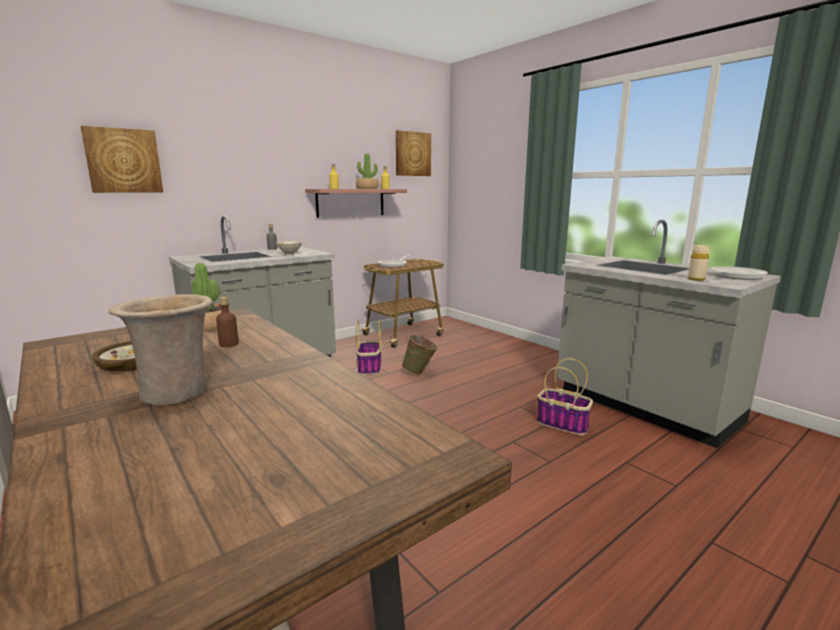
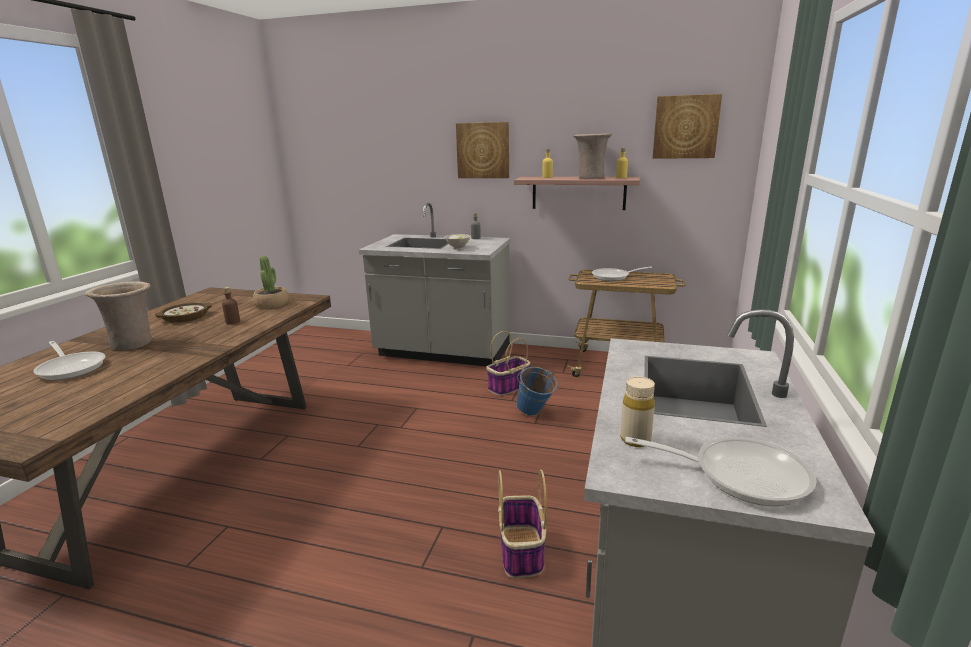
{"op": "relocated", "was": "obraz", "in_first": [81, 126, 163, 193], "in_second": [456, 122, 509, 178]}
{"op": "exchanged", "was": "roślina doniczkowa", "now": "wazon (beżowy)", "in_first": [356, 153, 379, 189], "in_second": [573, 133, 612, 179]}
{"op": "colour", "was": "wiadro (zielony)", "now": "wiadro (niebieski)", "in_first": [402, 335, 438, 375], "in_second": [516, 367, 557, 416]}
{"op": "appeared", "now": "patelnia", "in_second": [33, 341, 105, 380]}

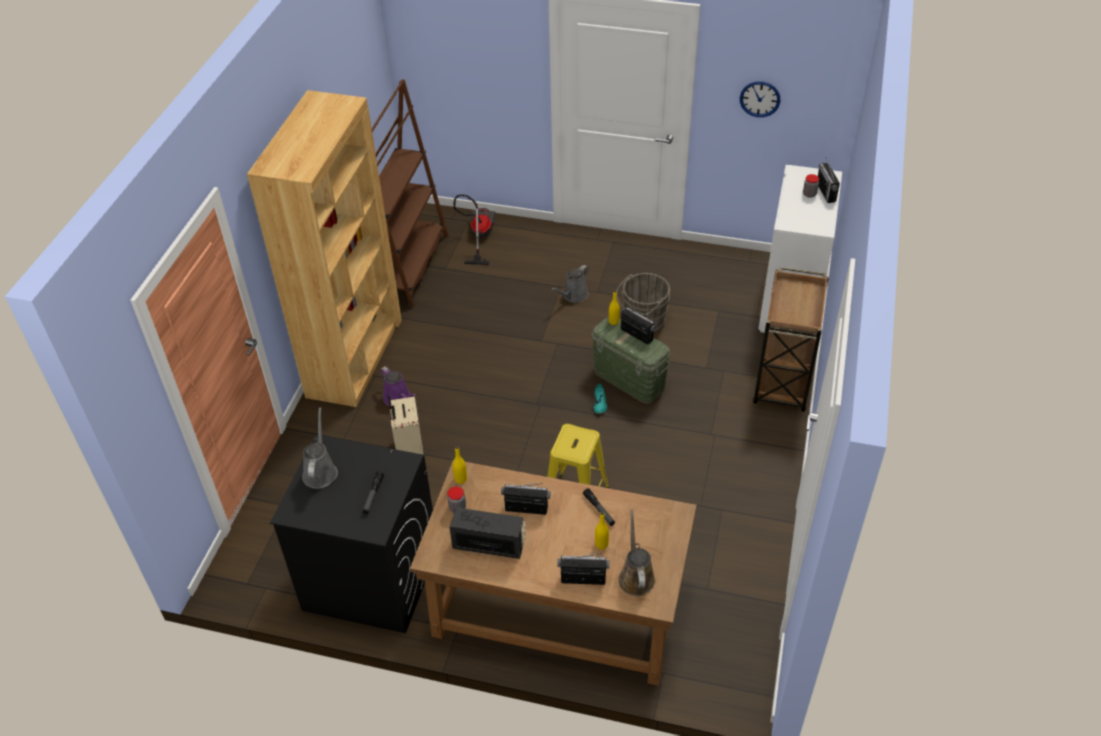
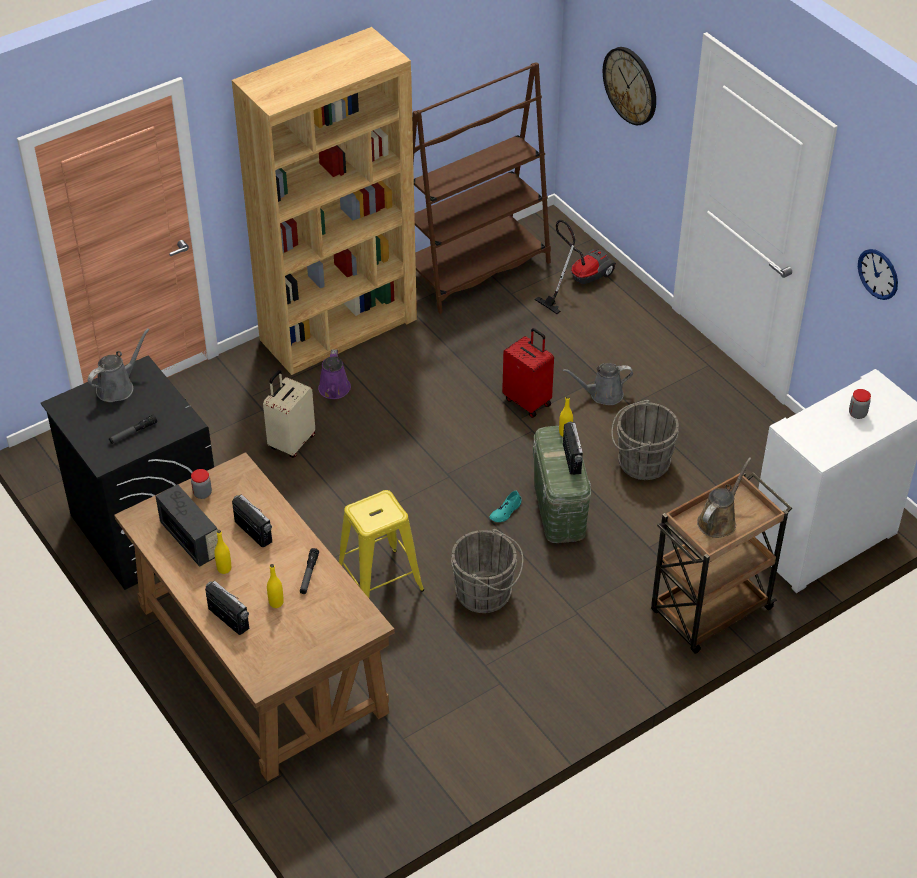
{"op": "missing", "was": "radio", "in_first": [818, 157, 840, 203]}
{"op": "relocated", "was": "butelka (żółty)", "in_first": [453, 446, 467, 484], "in_second": [214, 530, 231, 574]}
{"op": "relocated", "was": "konewka (brązowy)", "in_first": [618, 509, 655, 596], "in_second": [697, 457, 752, 538]}
{"op": "appeared", "now": "zegar ścienny", "in_second": [603, 47, 656, 125]}
{"op": "appeared", "now": "walizka (czerwony)", "in_second": [502, 328, 554, 418]}
{"op": "appeared", "now": "wiadro (szary)", "in_second": [451, 529, 523, 613]}

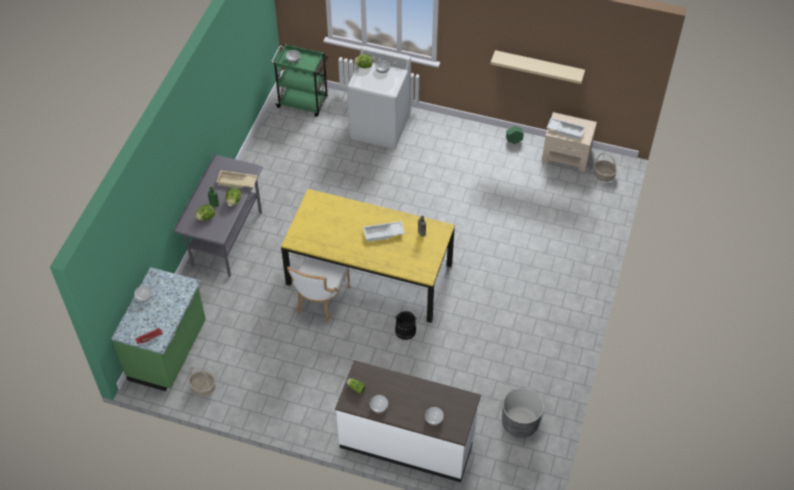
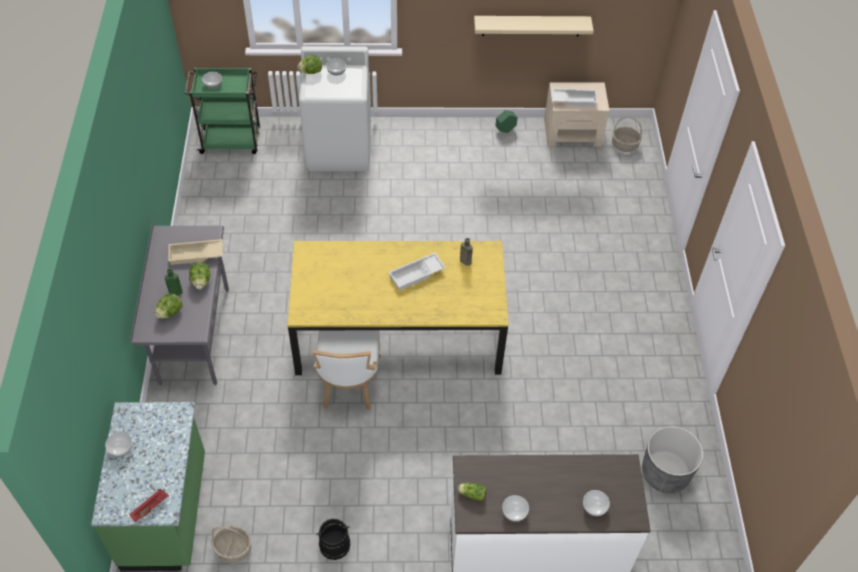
{"op": "relocated", "was": "wiadro (czarny)", "in_first": [395, 311, 417, 340], "in_second": [316, 519, 350, 560]}

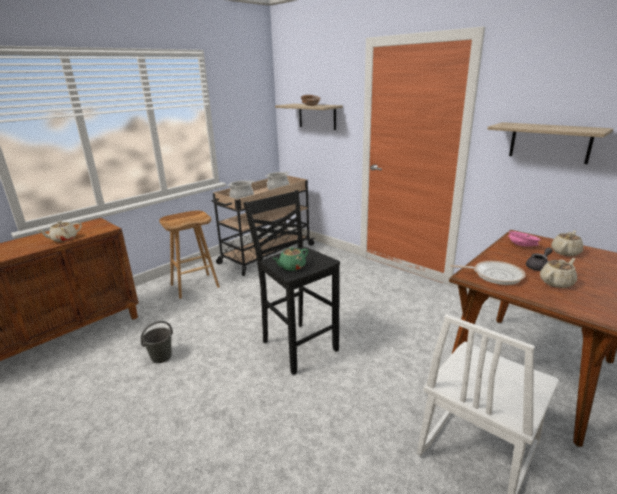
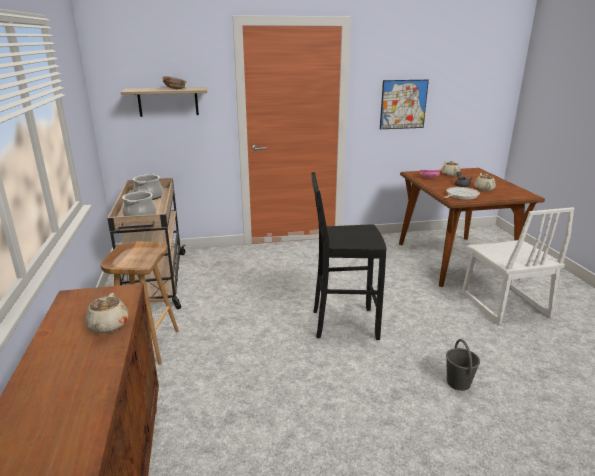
{"op": "exchanged", "was": "półka", "now": "obraz", "in_first": [487, 122, 613, 164], "in_second": [380, 80, 429, 129]}
{"op": "missing", "was": "imbryk (zielony)", "in_first": [273, 247, 308, 271]}
{"op": "relocated", "was": "wiadro (szary)", "in_first": [140, 321, 173, 363], "in_second": [446, 339, 480, 391]}

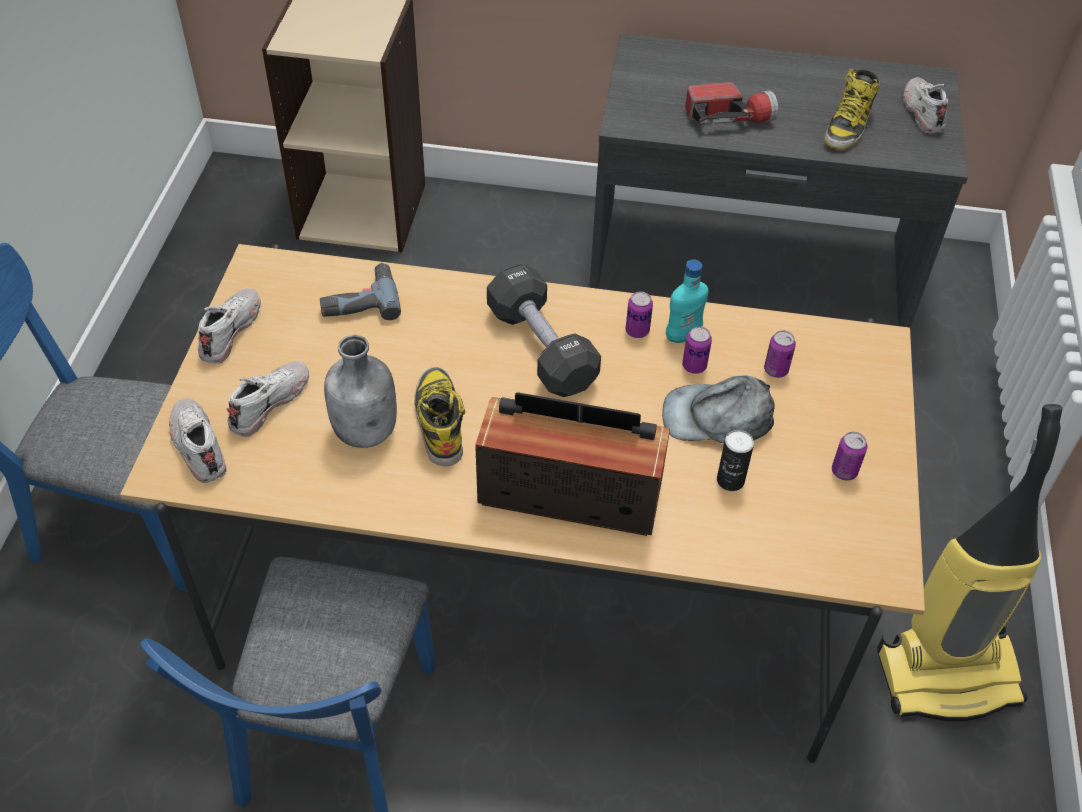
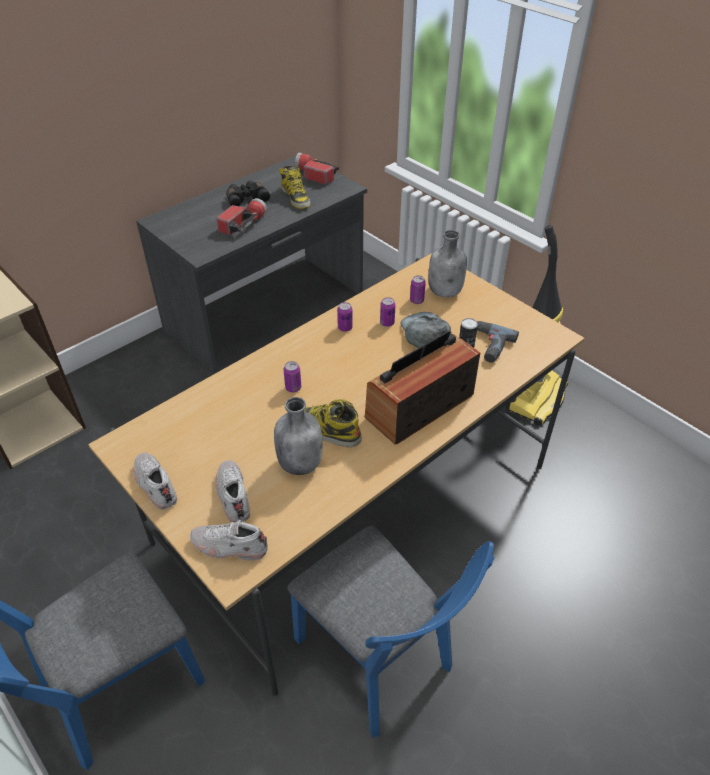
{"op": "exchanged", "was": "but (biały)", "now": "latarka", "in_first": [903, 77, 948, 133], "in_second": [295, 153, 339, 185]}
{"op": "missing", "was": "butelka (turkusowy)", "in_first": [666, 259, 709, 343]}
{"op": "relocated", "was": "wiertarka", "in_first": [320, 263, 401, 320], "in_second": [477, 321, 519, 363]}
{"op": "missing", "was": "hantel (czarny)", "in_first": [487, 263, 601, 397]}
{"op": "spun", "was": "czapka z daszkiem (szary)", "in_first": [662, 376, 775, 443], "in_second": [401, 312, 452, 348], "clockwise": 120}
{"op": "relocated", "was": "puszka", "in_first": [832, 432, 867, 481], "in_second": [284, 361, 301, 393]}
{"op": "appeared", "now": "lornetka (czarny)", "in_second": [226, 180, 270, 206]}
{"op": "appeared", "now": "butelka (szary)", "in_second": [428, 230, 467, 297]}

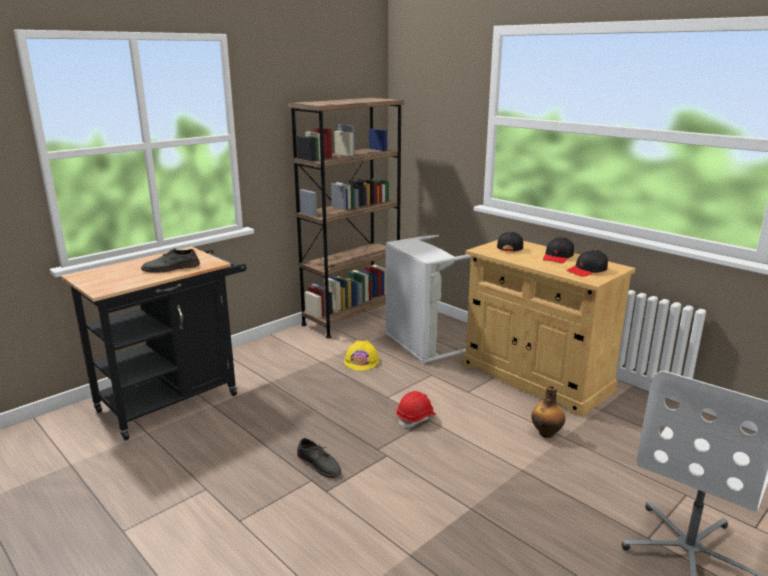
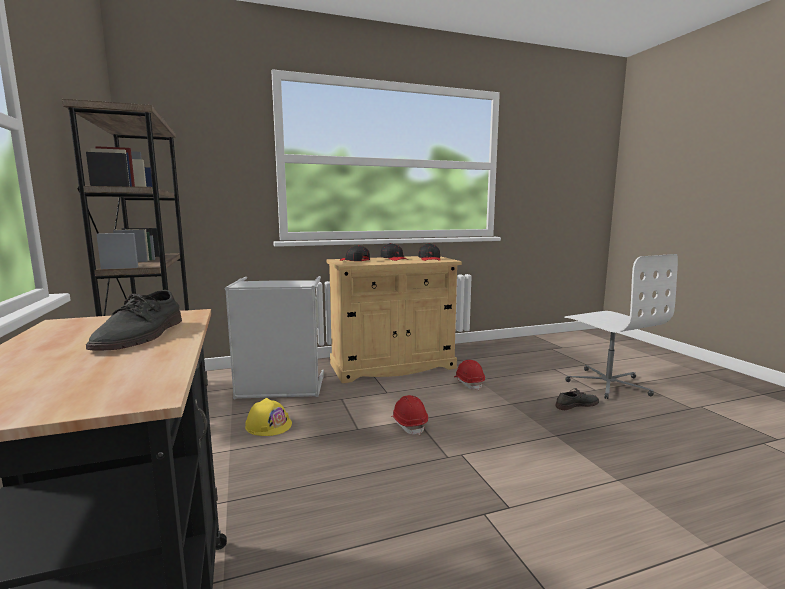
{"op": "exchanged", "was": "butelka", "now": "kask (czerwony)", "in_first": [531, 385, 566, 438], "in_second": [454, 360, 485, 390]}
{"op": "relocated", "was": "but (szary)", "in_first": [297, 438, 341, 478], "in_second": [555, 388, 599, 410]}

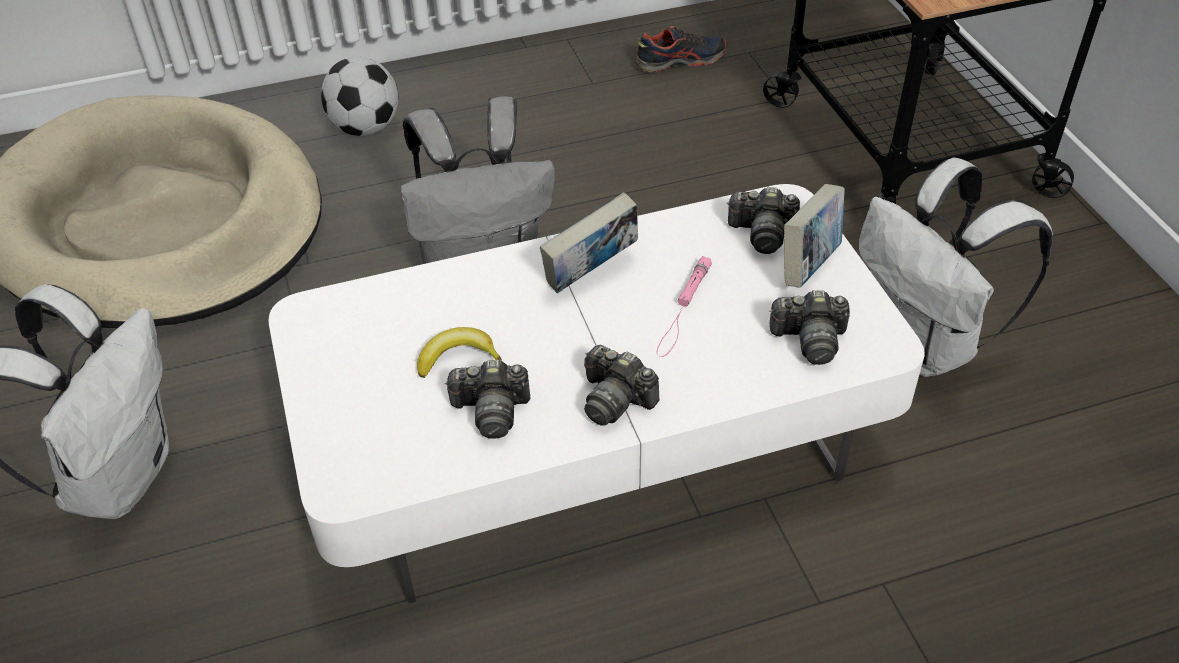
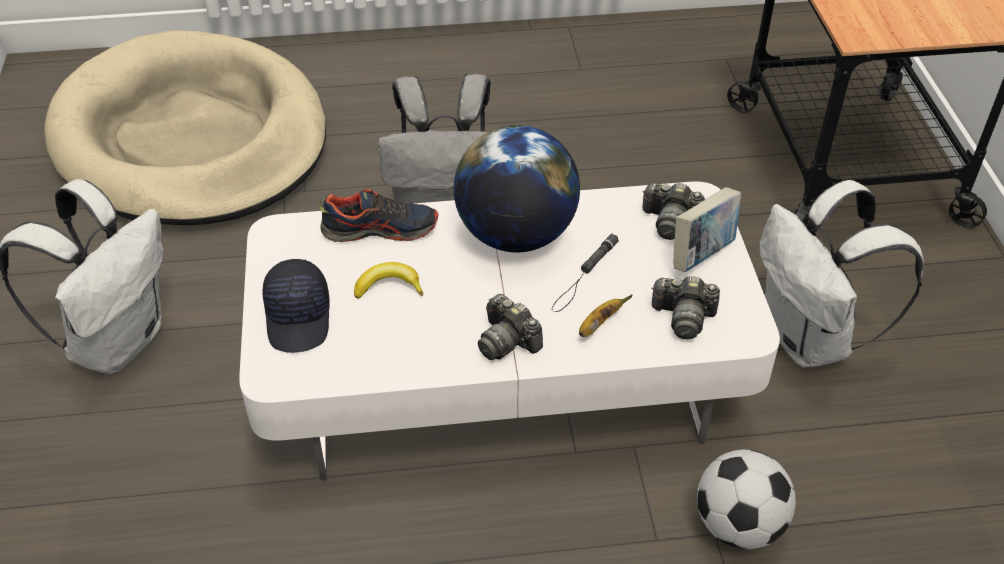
{"op": "relocated", "was": "but", "in_first": [635, 26, 726, 73], "in_second": [319, 189, 439, 242]}
{"op": "relocated", "was": "piłka futbolowa", "in_first": [321, 57, 399, 136], "in_second": [697, 449, 796, 549]}
{"op": "exchanged", "was": "książka", "now": "globus", "in_first": [540, 192, 638, 293], "in_second": [454, 125, 580, 252]}
{"op": "colour", "was": "latarka (różowy)", "now": "latarka (czarny)", "in_first": [657, 256, 712, 357], "in_second": [552, 234, 619, 312]}
{"op": "missing", "was": "aparat fotograficzny", "in_first": [444, 360, 530, 439]}
{"op": "appeared", "now": "czapka z daszkiem (czarny)", "in_second": [262, 259, 330, 353]}
{"op": "appeared", "now": "banan", "in_second": [579, 295, 633, 337]}

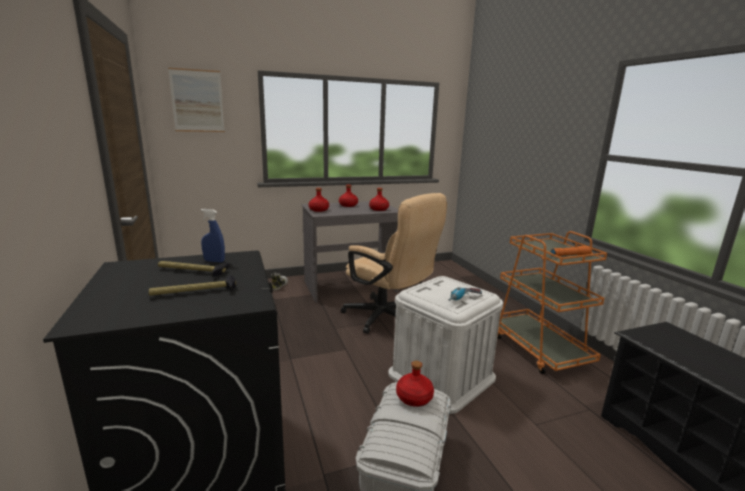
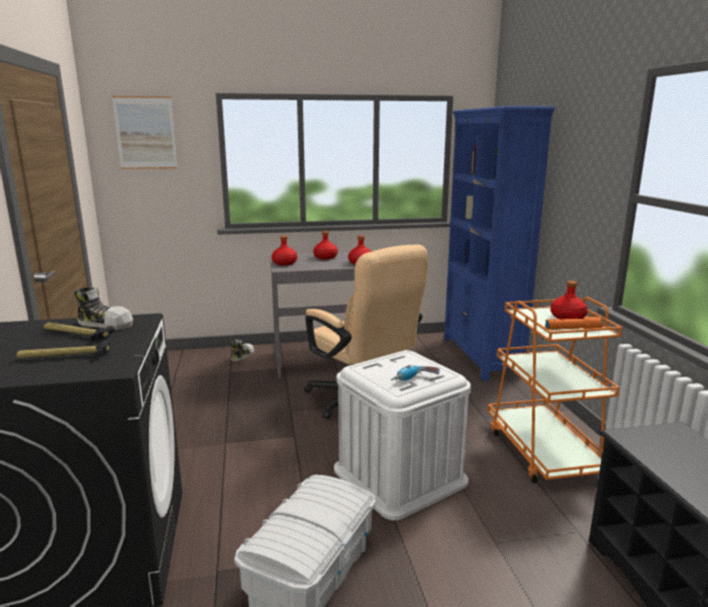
{"op": "exchanged", "was": "spryskiwacz (niebieski)", "now": "but", "in_first": [201, 209, 225, 263], "in_second": [74, 287, 133, 330]}
{"op": "relocated", "was": "butelka (czerwony)", "in_first": [396, 361, 434, 407], "in_second": [550, 281, 588, 319]}
{"op": "appeared", "now": "regał (niebieski)", "in_second": [444, 106, 555, 381]}

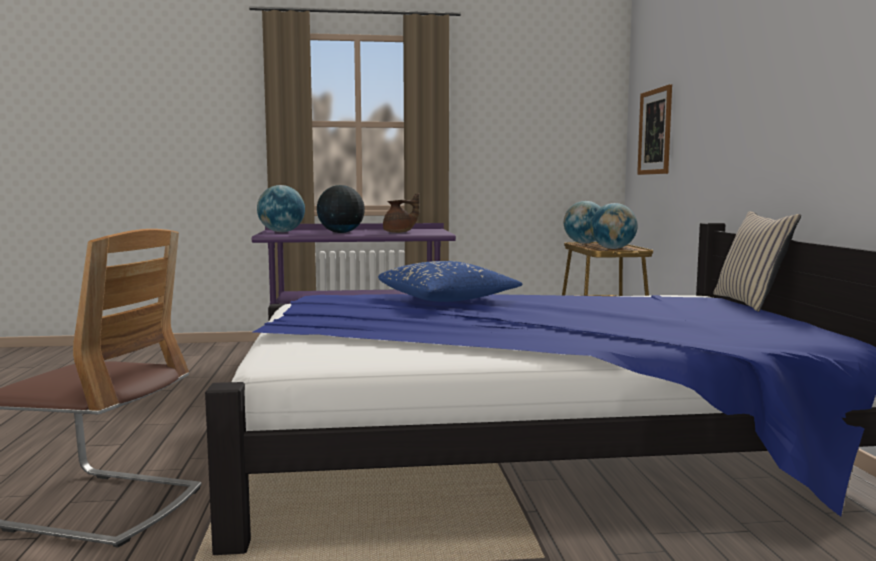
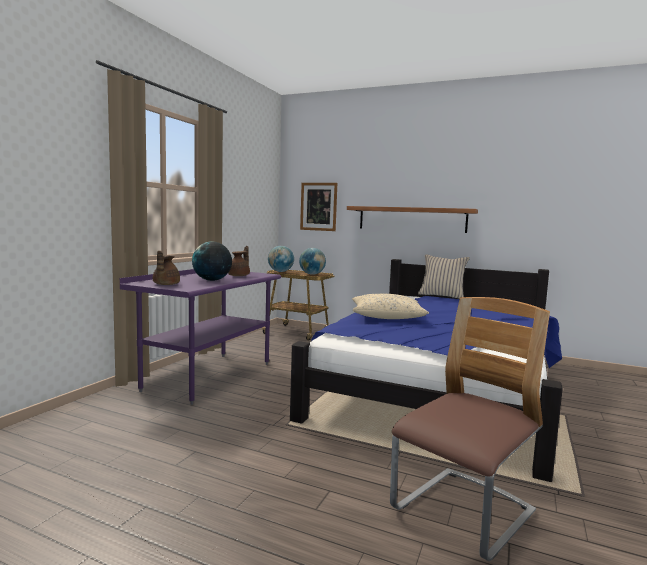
{"op": "exchanged", "was": "globus", "now": "imbryk (brązowy)", "in_first": [257, 185, 305, 232], "in_second": [153, 251, 180, 285]}
{"op": "colour", "was": "poduszka (niebieski)", "now": "poduszka (beżowy)", "in_first": [378, 261, 522, 302], "in_second": [352, 294, 429, 319]}
{"op": "appeared", "now": "półka", "in_second": [347, 206, 478, 233]}

